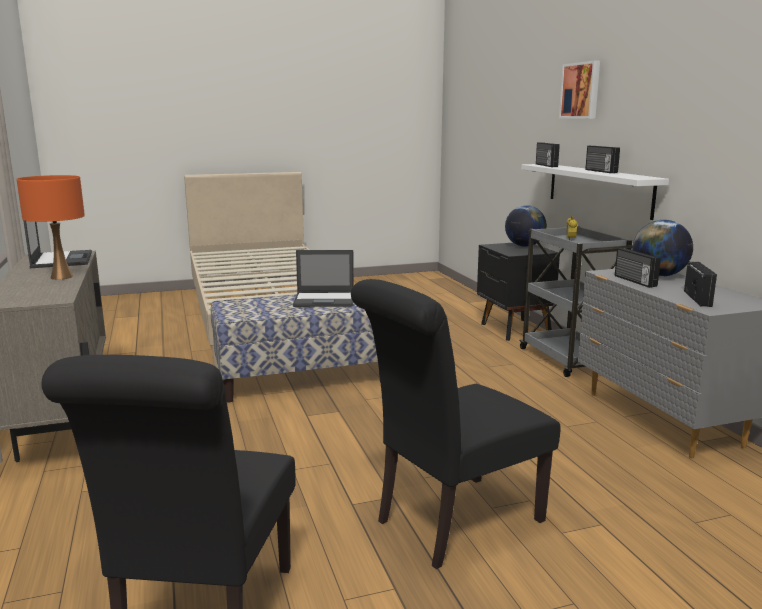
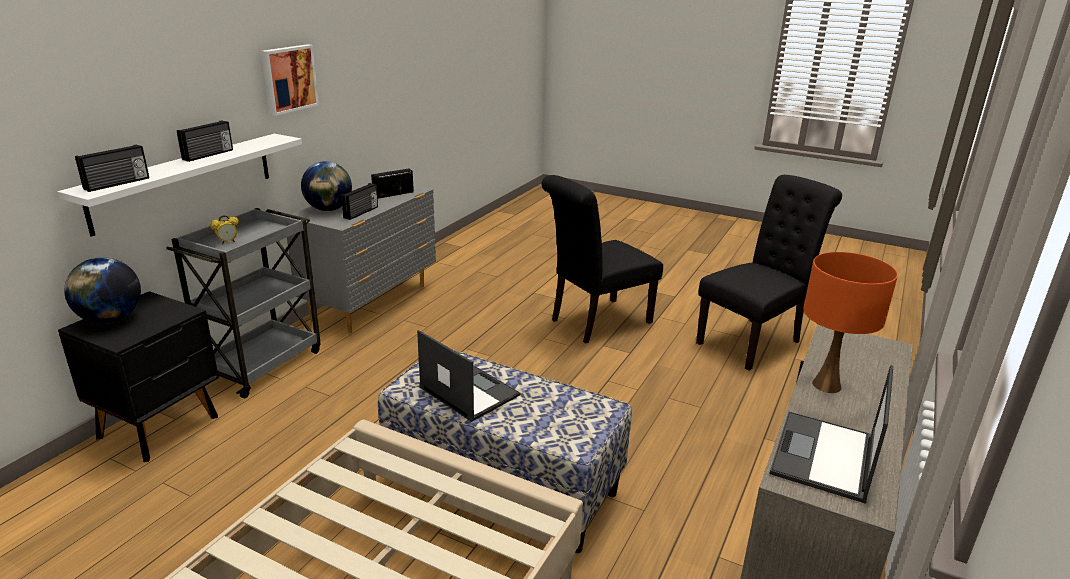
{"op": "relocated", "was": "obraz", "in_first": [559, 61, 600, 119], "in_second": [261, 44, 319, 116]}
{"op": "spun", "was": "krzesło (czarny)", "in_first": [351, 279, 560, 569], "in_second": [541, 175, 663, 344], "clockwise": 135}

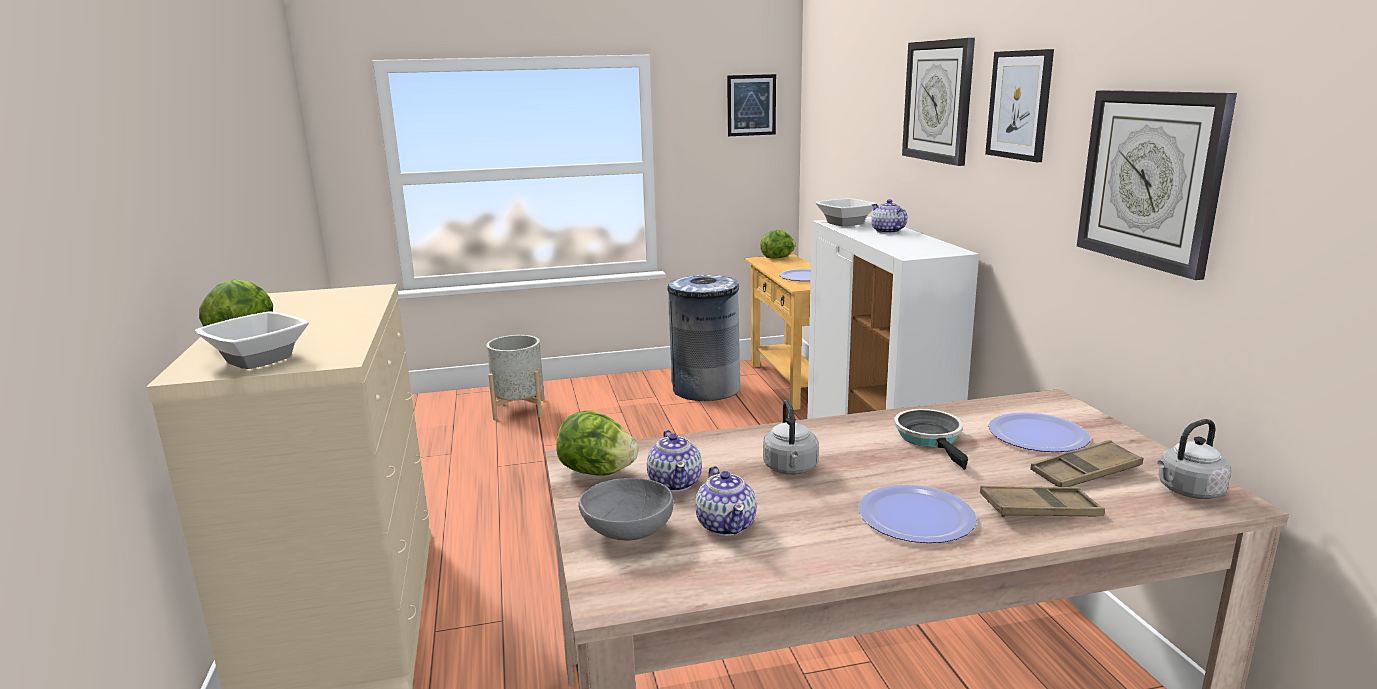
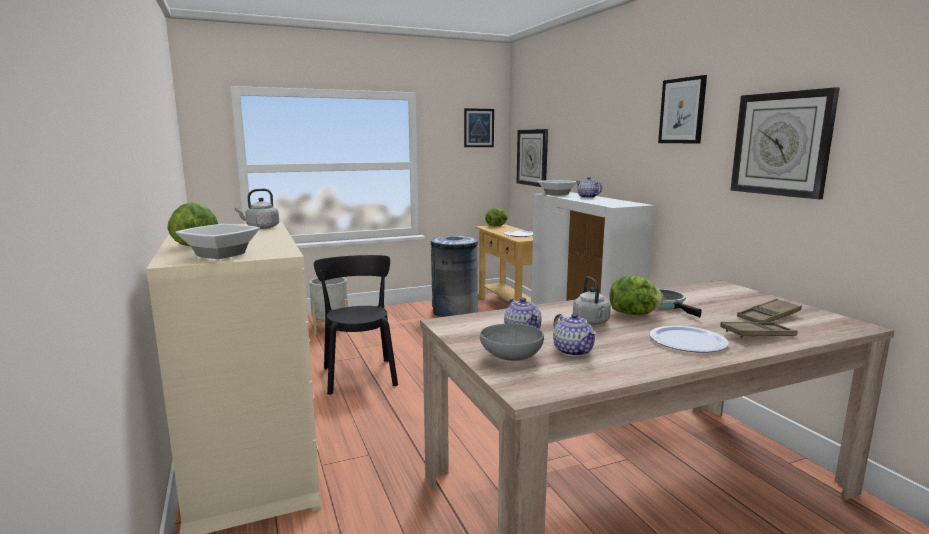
{"op": "relocated", "was": "zegar ścienny", "in_first": [902, 38, 975, 166], "in_second": [516, 129, 548, 187]}
{"op": "relocated", "was": "sałata", "in_first": [556, 411, 638, 476], "in_second": [610, 275, 663, 315]}
{"op": "missing", "was": "talerz", "in_first": [988, 412, 1090, 452]}
{"op": "relocated", "was": "czajnik (szary)", "in_first": [1157, 419, 1231, 499], "in_second": [235, 189, 279, 229]}
{"op": "appeared", "now": "krzesło (czarny)", "in_second": [314, 255, 398, 395]}

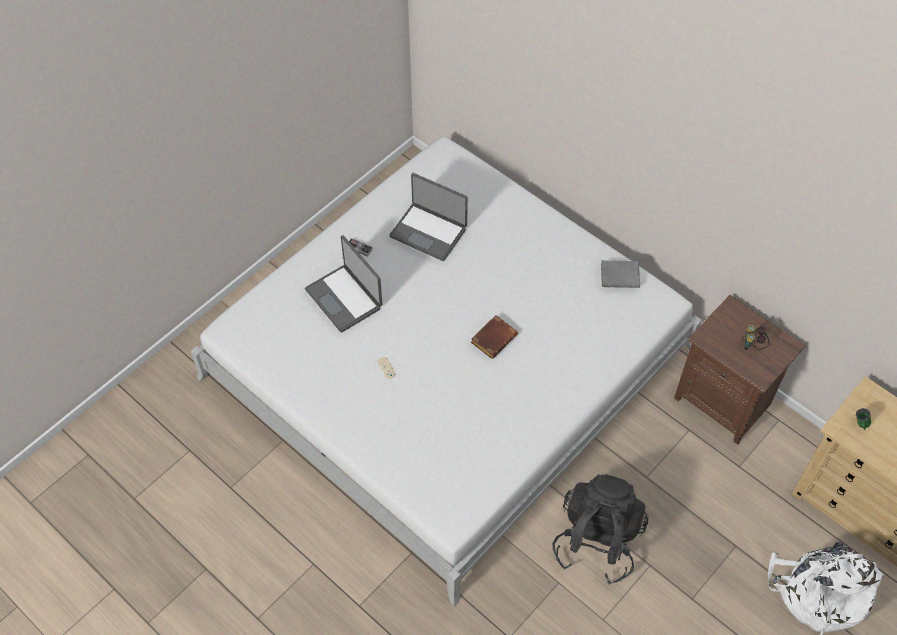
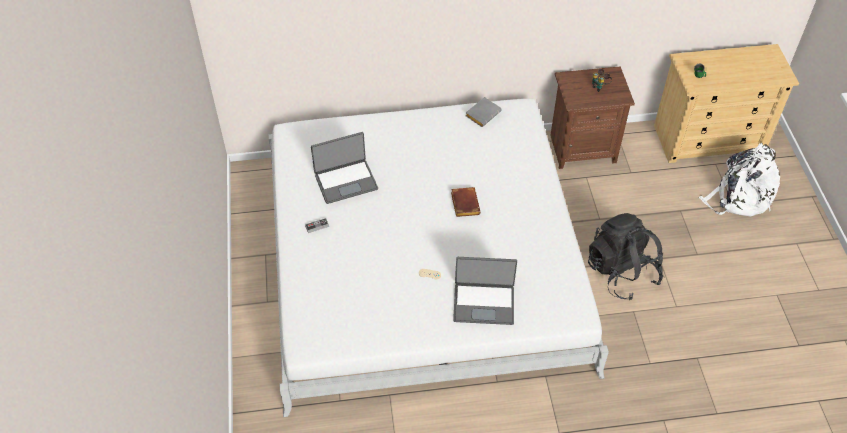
{"op": "relocated", "was": "laptop", "in_first": [305, 235, 383, 332], "in_second": [453, 257, 517, 325]}

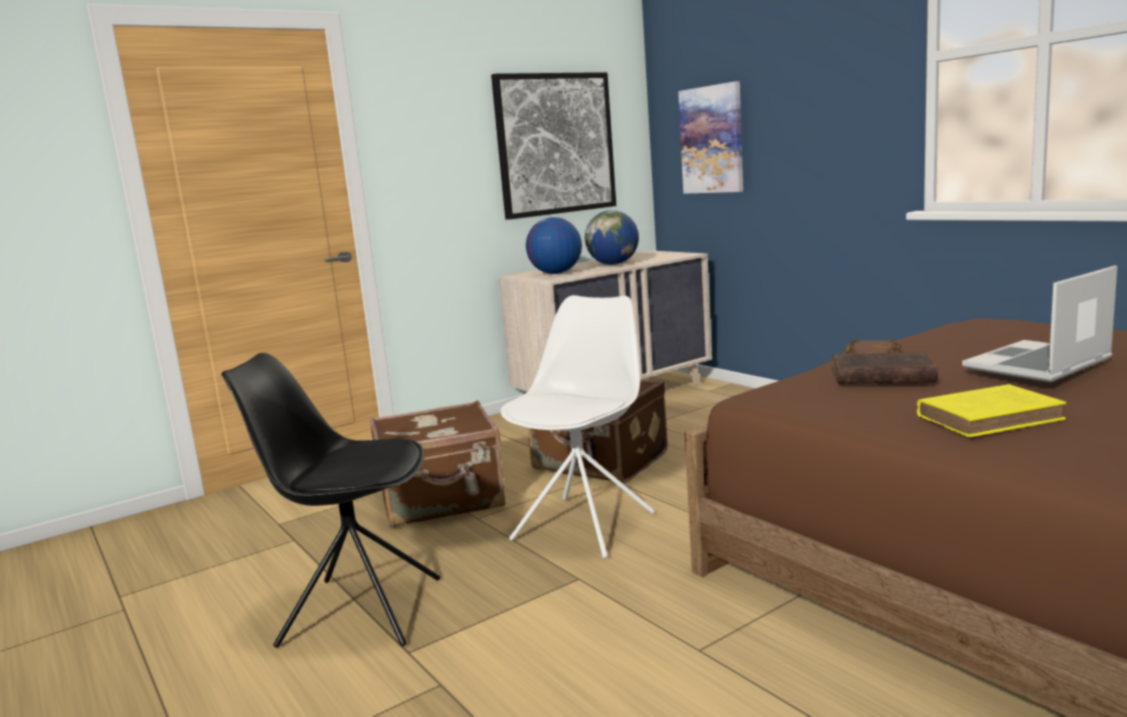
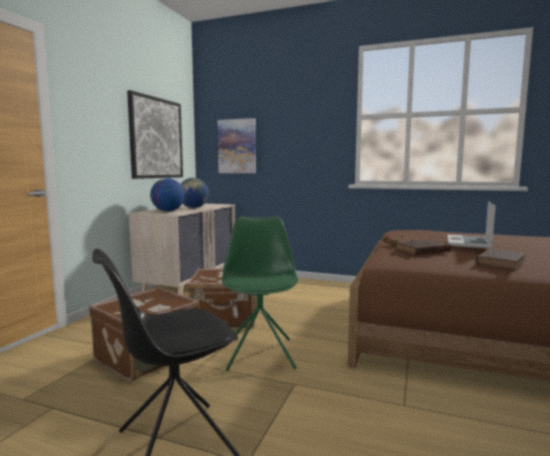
{"op": "colour", "was": "krzesło (biały)", "now": "krzesło (zielony)", "in_first": [500, 295, 655, 558], "in_second": [222, 216, 298, 371]}
{"op": "colour", "was": "książka (żółty)", "now": "książka (brązowy)", "in_first": [917, 384, 1066, 437], "in_second": [475, 249, 526, 270]}

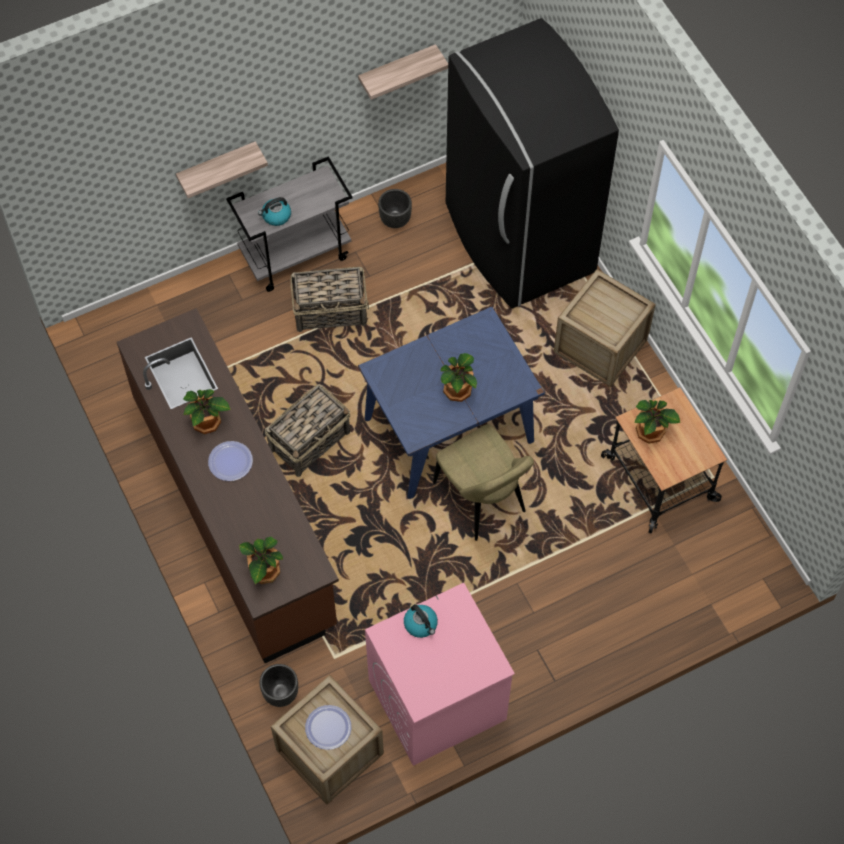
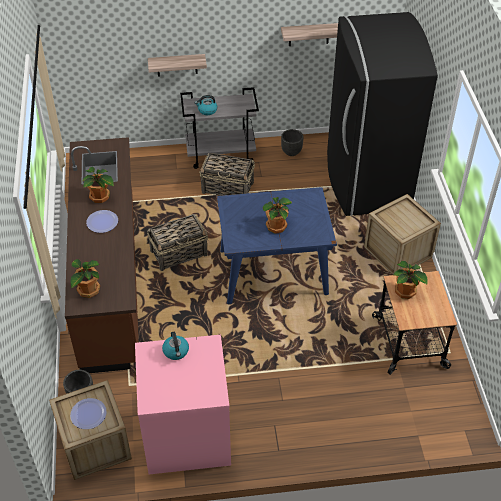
{"op": "missing", "was": "krzesło (beżowy)", "in_first": [433, 424, 534, 541]}

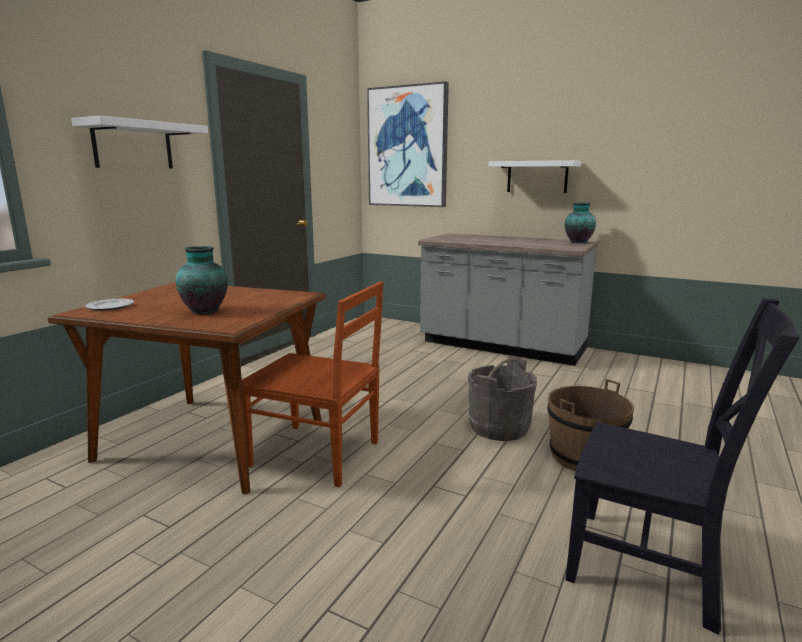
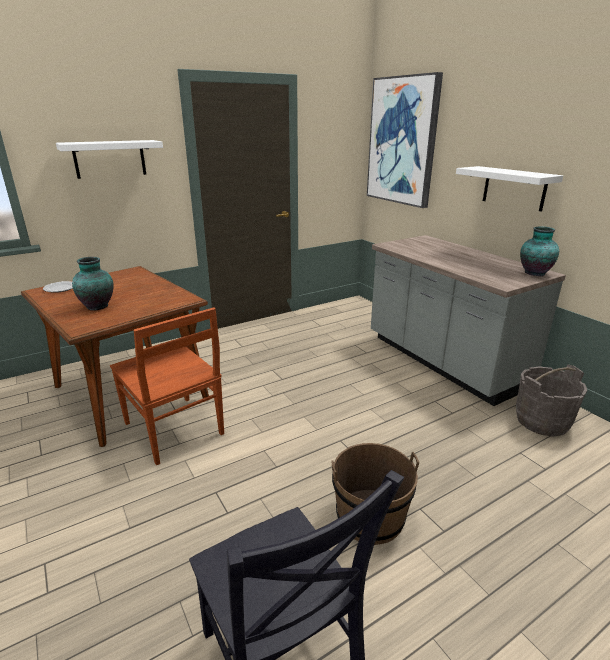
{"op": "relocated", "was": "wiadro (szary)", "in_first": [468, 357, 537, 441], "in_second": [516, 364, 587, 437]}

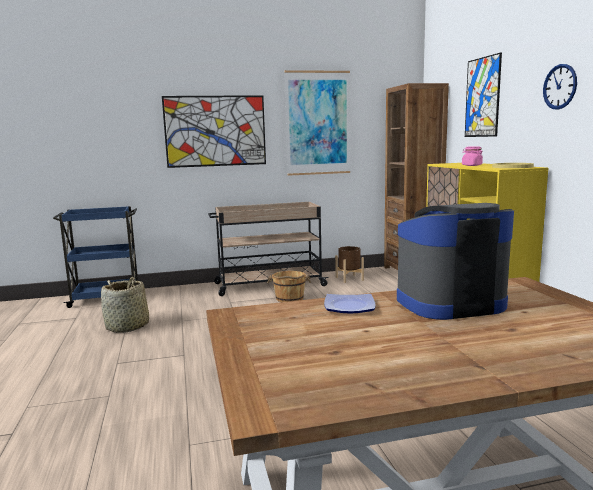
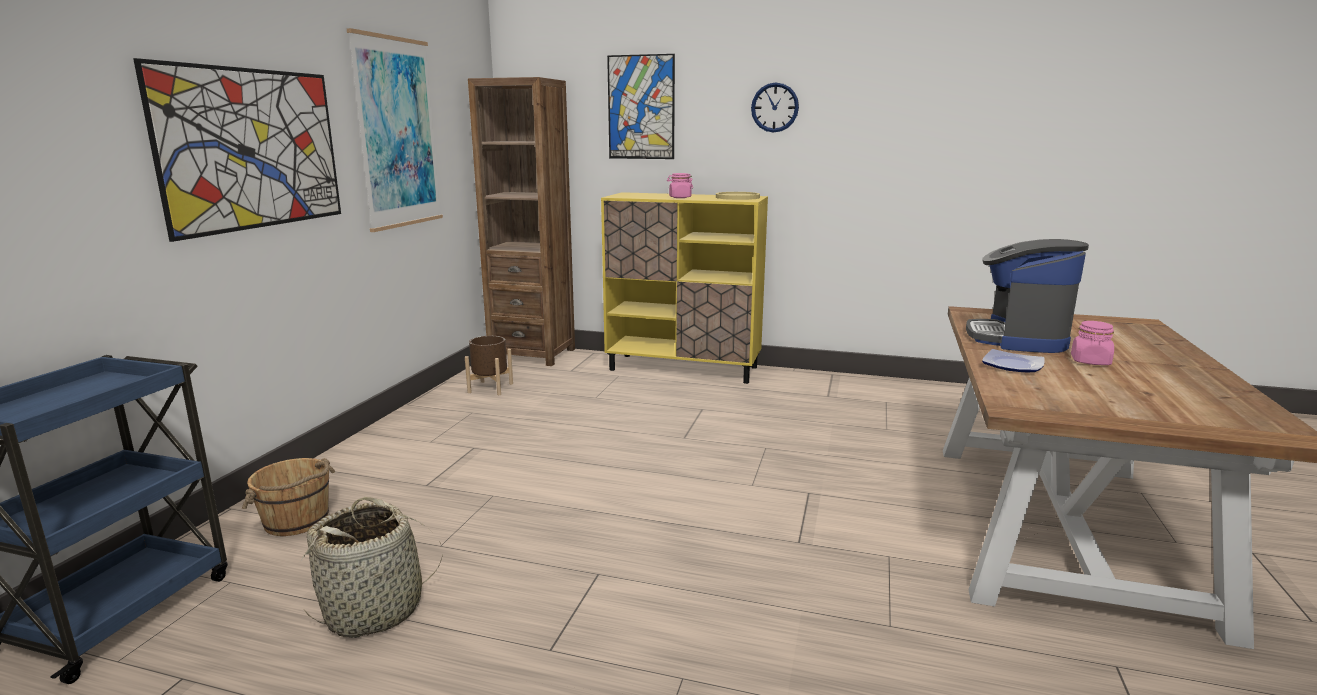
{"op": "missing", "was": "wózek (beżowy)", "in_first": [208, 202, 328, 296]}
{"op": "relocated", "was": "wiadro (brązowy)", "in_first": [267, 271, 311, 302], "in_second": [242, 458, 335, 536]}
{"op": "appeared", "now": "słoik (różowy)", "in_second": [1071, 321, 1114, 365]}

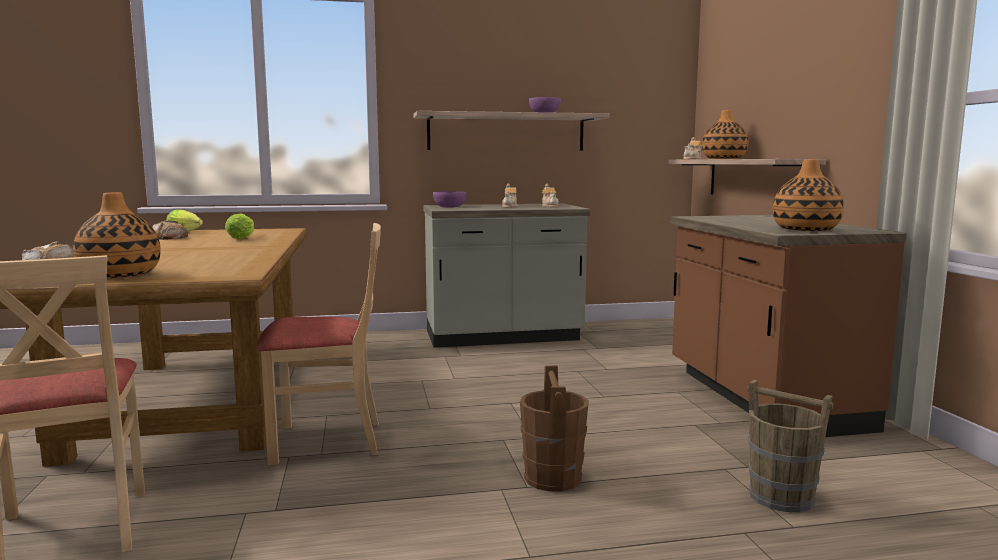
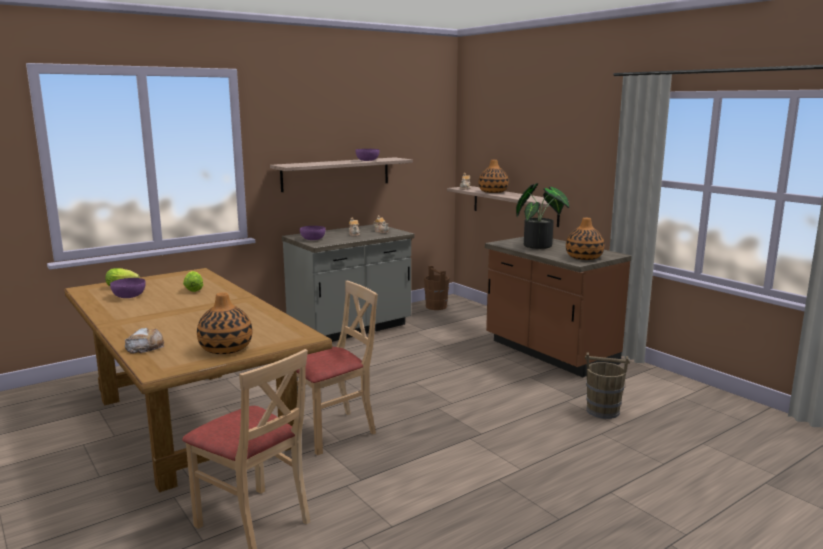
{"op": "exchanged", "was": "chleb", "now": "miska (fioletowy)", "in_first": [152, 220, 188, 240], "in_second": [110, 278, 146, 298]}
{"op": "relocated", "was": "wiadro (brązowy)", "in_first": [520, 365, 589, 492], "in_second": [424, 265, 449, 310]}
{"op": "appeared", "now": "roślina doniczkowa", "in_second": [516, 183, 569, 249]}

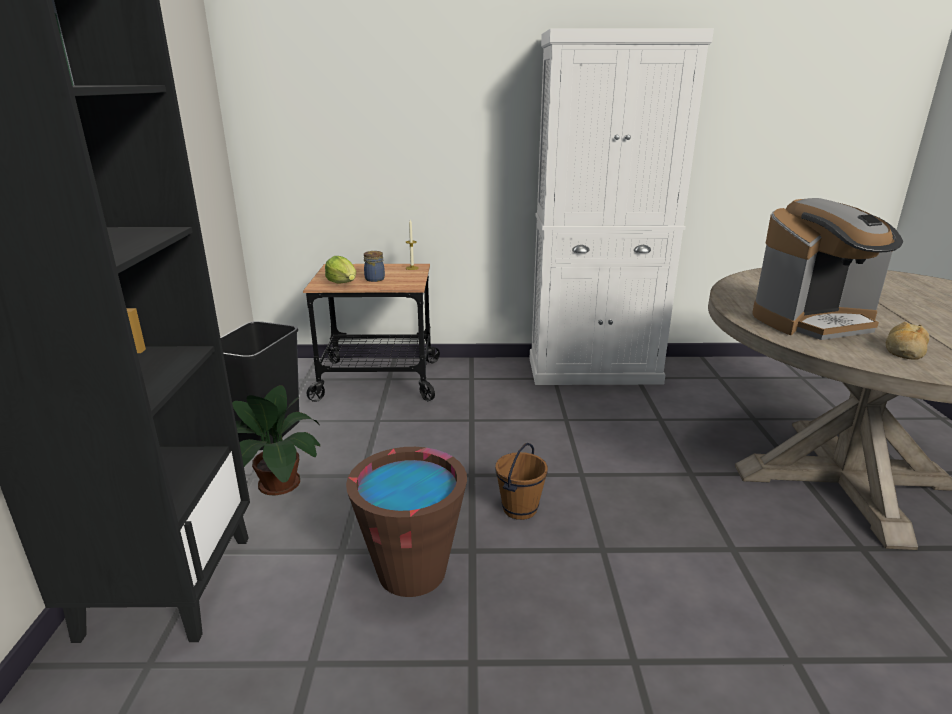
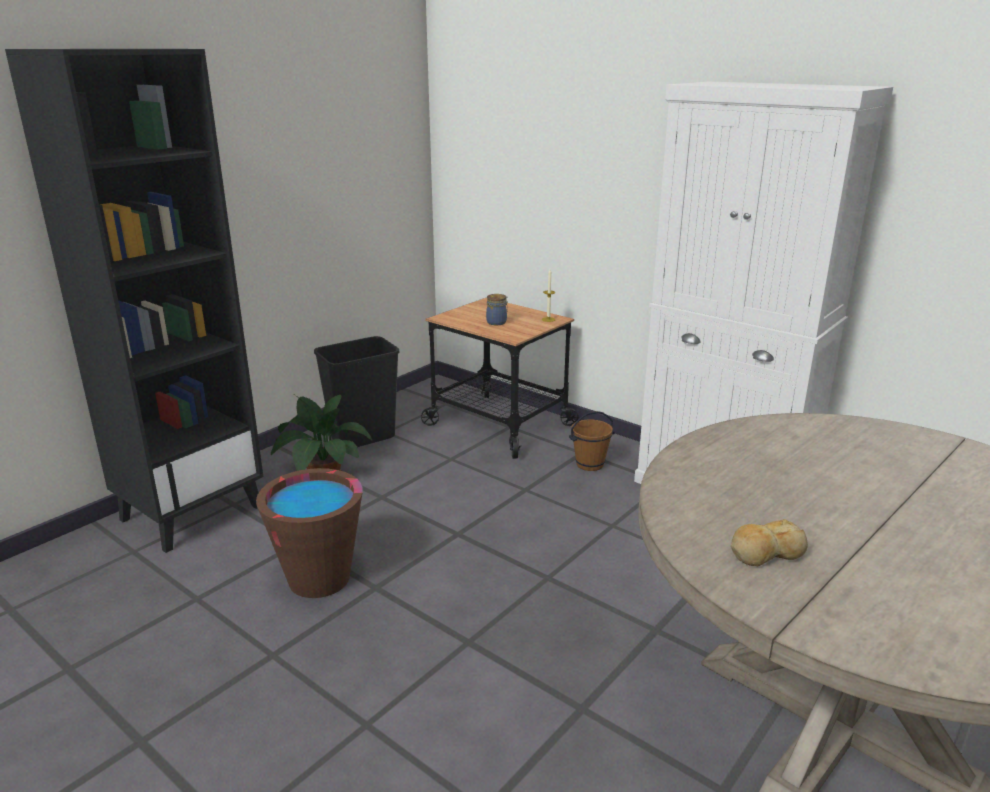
{"op": "missing", "was": "ekspres do kawy", "in_first": [752, 198, 903, 340]}
{"op": "missing", "was": "sałata", "in_first": [325, 256, 356, 284]}
{"op": "relocated", "was": "wiadro (brązowy)", "in_first": [495, 443, 548, 520], "in_second": [569, 411, 614, 471]}

